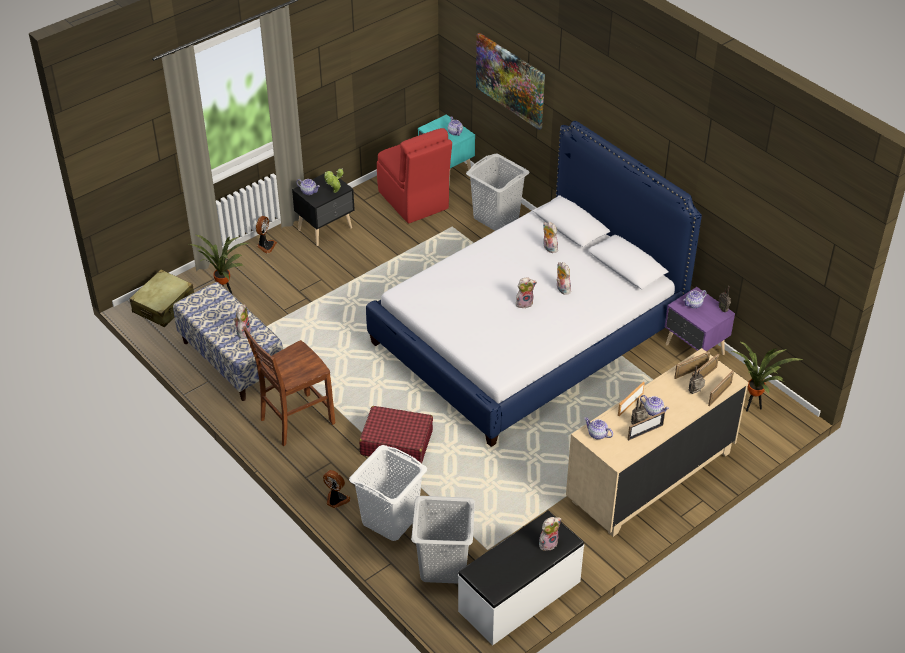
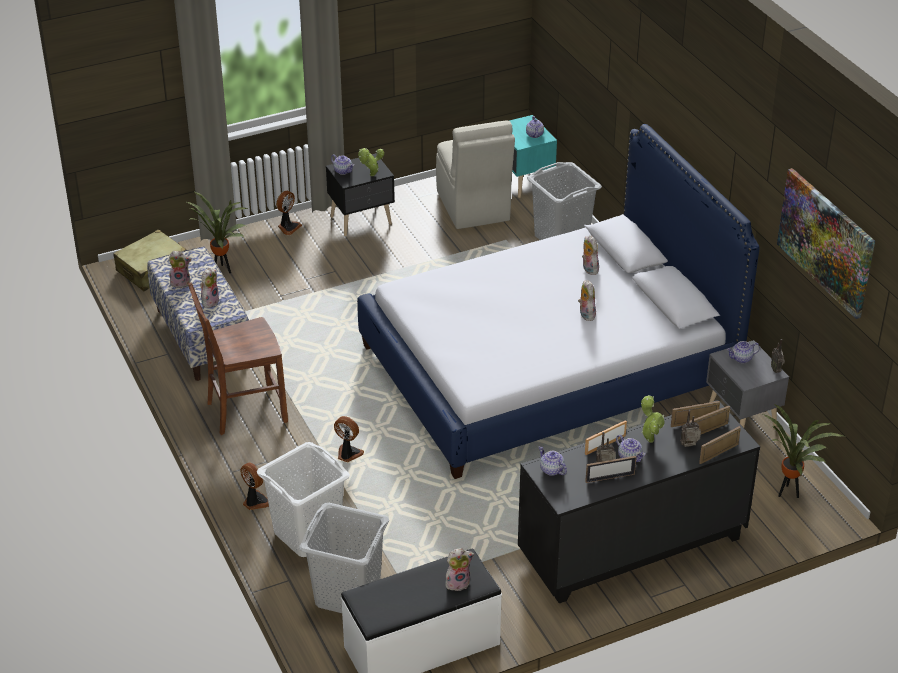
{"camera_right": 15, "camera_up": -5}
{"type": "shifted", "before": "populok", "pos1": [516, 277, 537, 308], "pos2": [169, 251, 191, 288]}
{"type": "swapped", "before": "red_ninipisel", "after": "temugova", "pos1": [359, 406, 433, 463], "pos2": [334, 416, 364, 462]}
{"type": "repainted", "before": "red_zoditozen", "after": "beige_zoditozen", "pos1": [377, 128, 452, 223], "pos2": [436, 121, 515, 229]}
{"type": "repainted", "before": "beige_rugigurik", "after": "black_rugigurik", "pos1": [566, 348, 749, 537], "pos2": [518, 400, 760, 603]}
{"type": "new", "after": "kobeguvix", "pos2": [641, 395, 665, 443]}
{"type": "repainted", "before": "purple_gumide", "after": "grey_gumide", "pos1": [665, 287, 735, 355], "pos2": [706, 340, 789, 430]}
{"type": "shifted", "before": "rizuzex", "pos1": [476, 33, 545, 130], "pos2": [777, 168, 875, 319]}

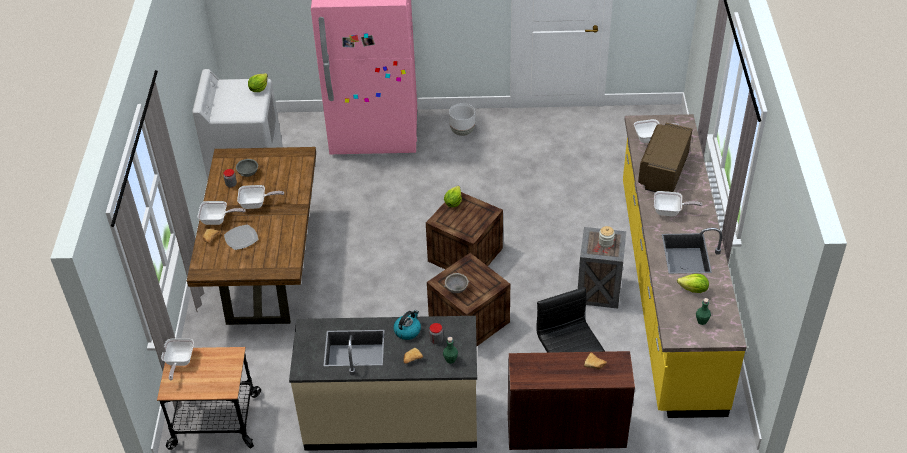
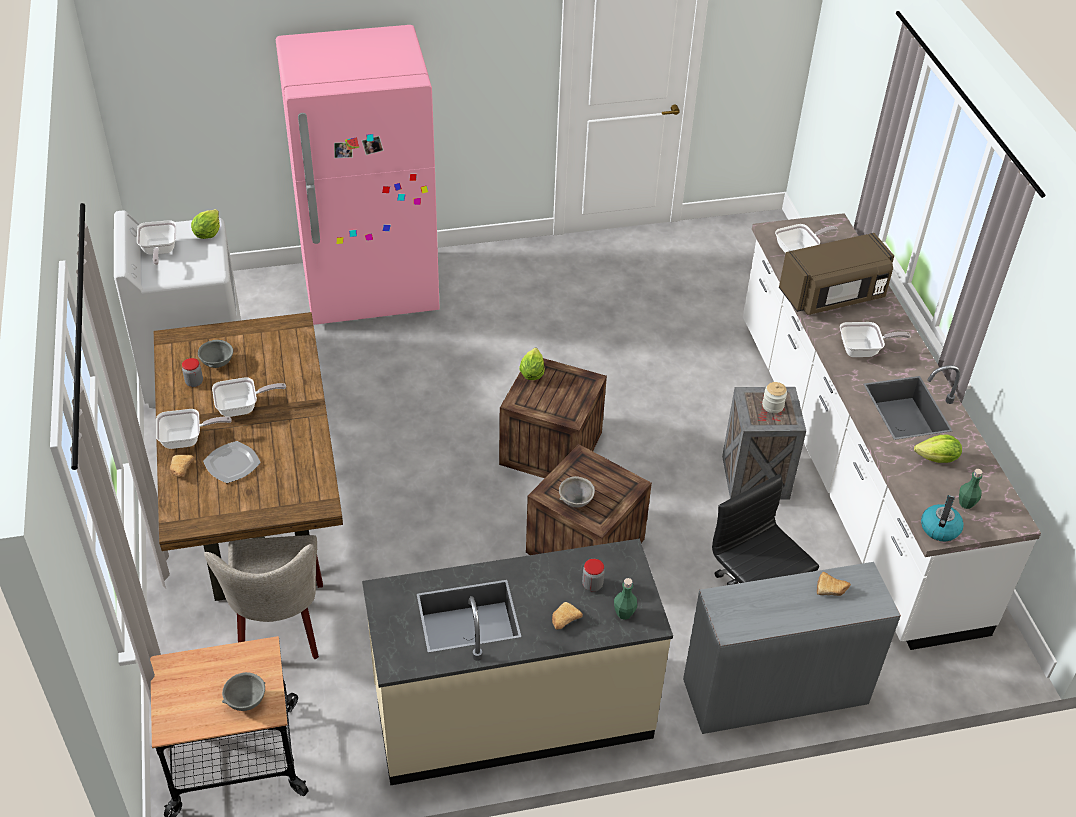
{"camera_right": -15, "camera_up": 0}
{"type": "shifted", "before": "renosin", "pos1": [161, 338, 194, 380], "pos2": [137, 220, 176, 265]}
{"type": "new", "after": "beige_zoditozen", "pos2": [204, 535, 323, 659]}
{"type": "new", "after": "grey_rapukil", "pos2": [222, 672, 265, 711]}
{"type": "repainted", "before": "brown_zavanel", "after": "grey_zavanel", "pos1": [508, 351, 635, 450], "pos2": [683, 562, 901, 734]}
{"type": "repainted", "before": "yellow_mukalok", "after": "white_mukalok", "pos1": [623, 114, 747, 418], "pos2": [743, 213, 1041, 650]}
{"type": "rotated", "before": "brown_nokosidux", "pos1": [638, 123, 692, 192], "pos2": [779, 233, 894, 315], "turn": -120}
{"type": "shifted", "before": "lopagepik", "pos1": [393, 310, 421, 340], "pos2": [921, 495, 964, 541]}
{"type": "gone", "before": "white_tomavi", "pos1": [449, 103, 475, 136]}

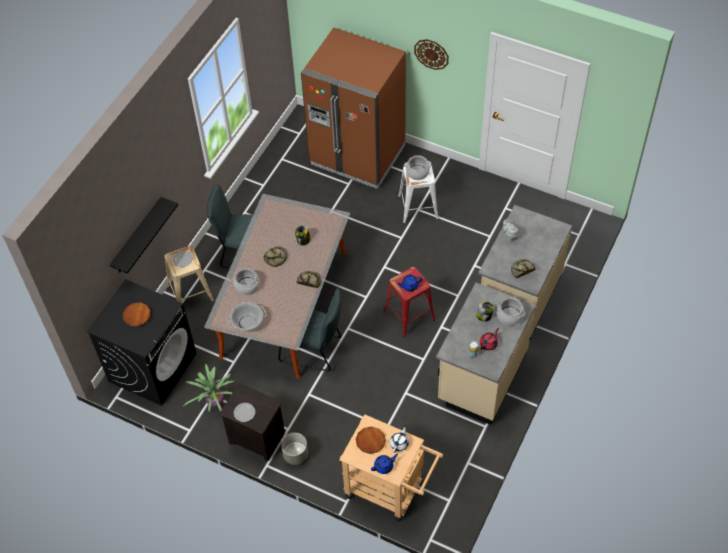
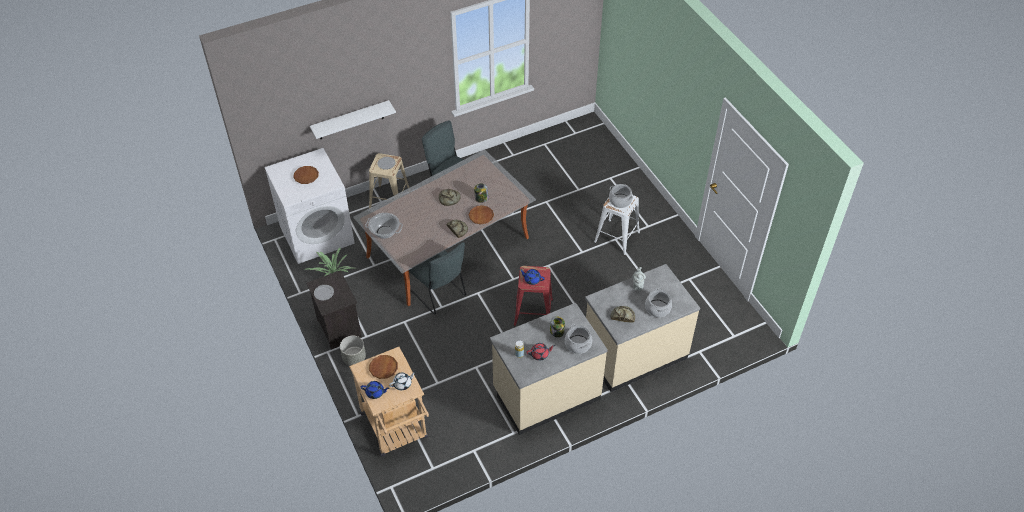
{"camera_right": 35, "camera_up": -5}
{"type": "repainted", "before": "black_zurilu", "after": "white_zurilu", "pos1": [87, 279, 197, 406], "pos2": [264, 148, 355, 264]}
{"type": "repainted", "before": "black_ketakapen", "after": "white_ketakapen", "pos1": [110, 197, 178, 274], "pos2": [310, 100, 396, 139]}
{"type": "new", "after": "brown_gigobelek", "pos2": [469, 205, 494, 224]}
{"type": "shifted", "before": "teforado", "pos1": [234, 268, 260, 295], "pos2": [645, 288, 672, 317]}
{"type": "gone", "before": "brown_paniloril", "pos1": [301, 28, 406, 189]}
{"type": "gone", "before": "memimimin", "pos1": [414, 39, 449, 70]}

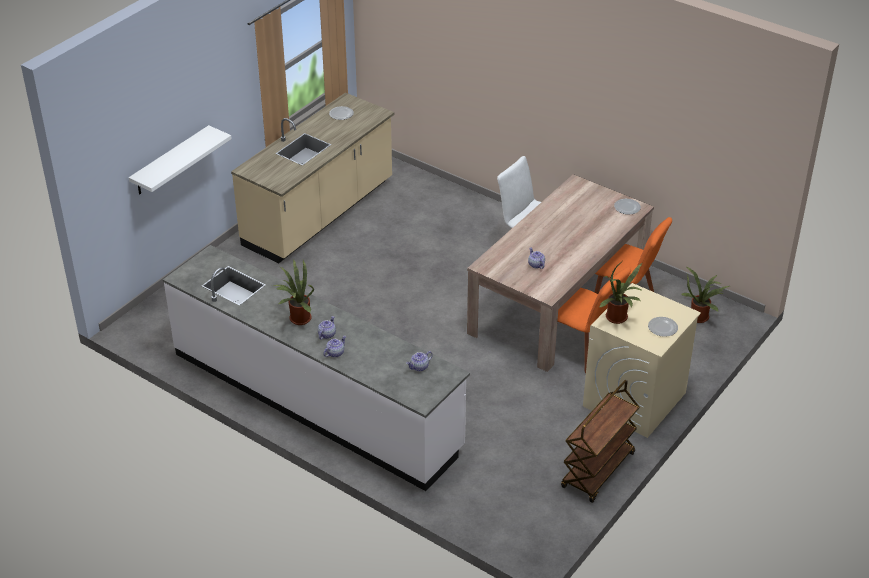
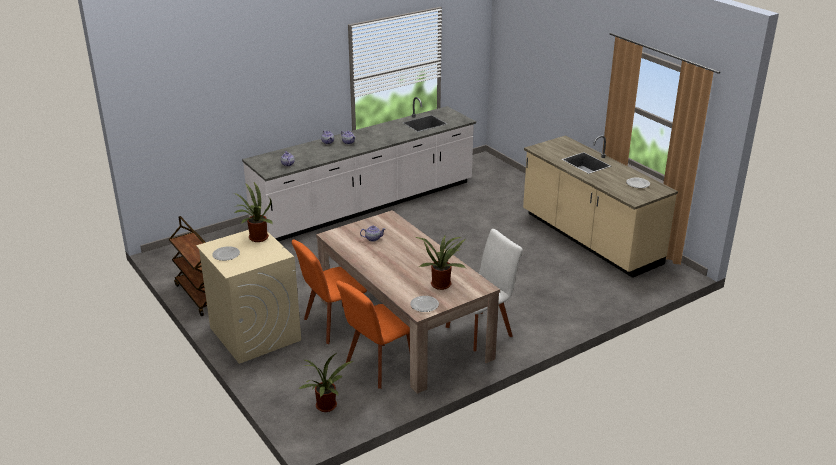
{"camera_right": 110, "camera_up": -10}
{"type": "shifted", "before": "kobeguvix", "pos1": [272, 259, 314, 325], "pos2": [415, 236, 466, 290]}
{"type": "gone", "before": "white_ketakapen", "pos1": [129, 125, 232, 194]}

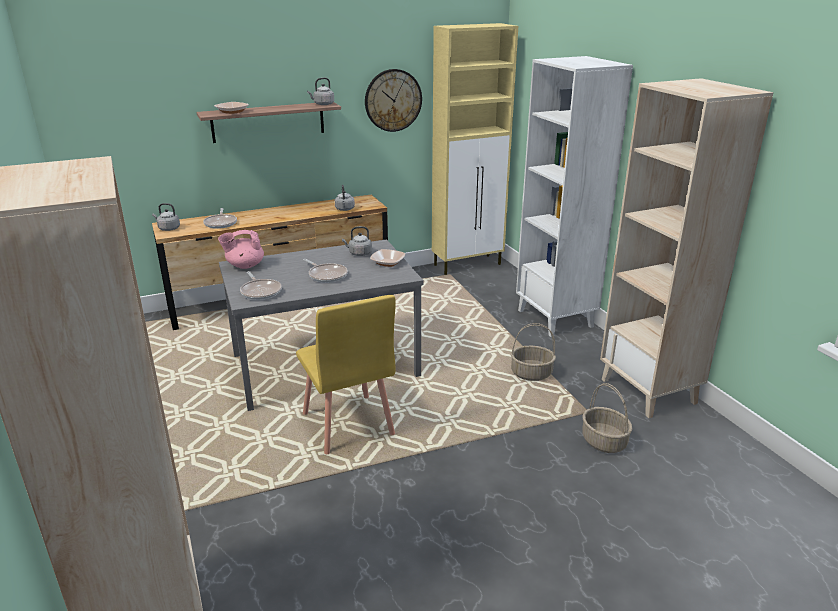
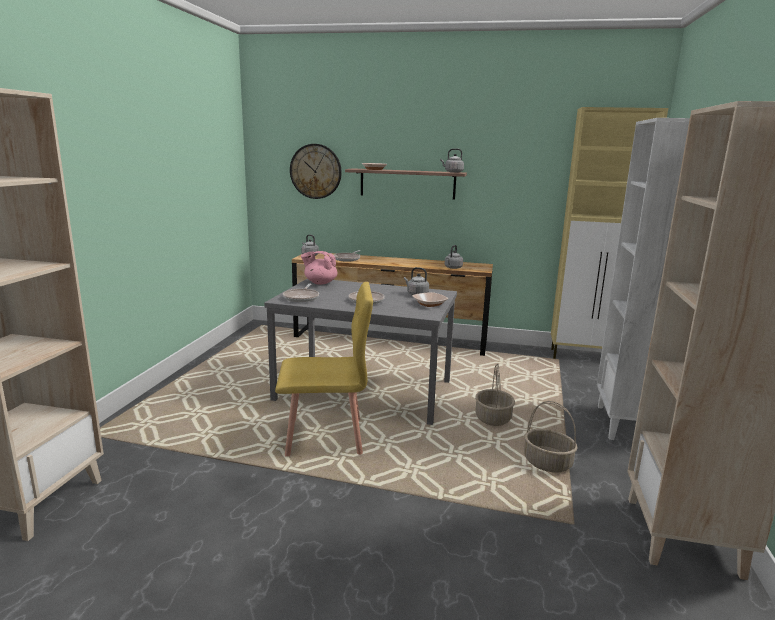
{"camera_right": 35, "camera_up": -10}
{"type": "rotated", "before": "yellow_zoditozen", "pos1": [296, 295, 396, 454], "pos2": [275, 282, 373, 457], "turn": -105}
{"type": "shifted", "before": "memimimin", "pos1": [365, 69, 422, 132], "pos2": [290, 144, 342, 199]}
{"type": "shifted", "before": "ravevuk", "pos1": [582, 383, 632, 453], "pos2": [475, 363, 515, 426]}

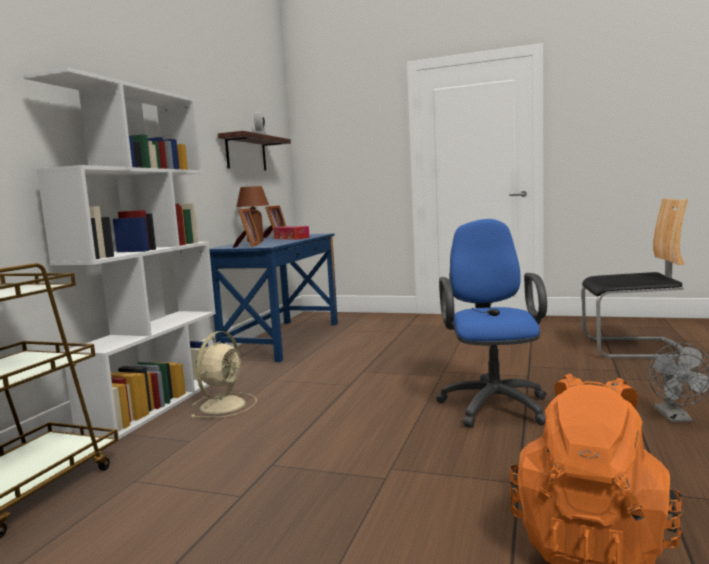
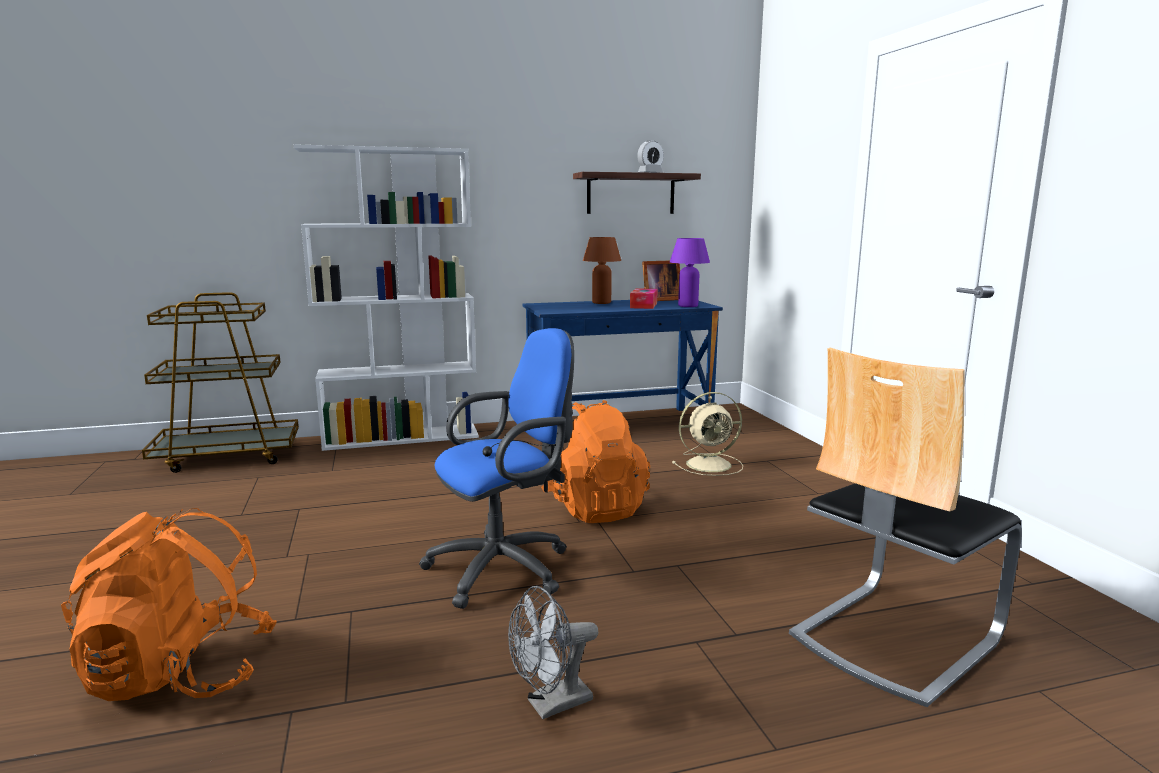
{"camera_right": 55, "camera_up": 5}
{"type": "new", "after": "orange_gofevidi", "pos2": [541, 400, 650, 523]}
{"type": "new", "after": "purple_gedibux", "pos2": [670, 238, 710, 307]}
{"type": "shifted", "before": "beige_temugova", "pos1": [190, 331, 257, 418], "pos2": [672, 392, 743, 476]}
{"type": "rotated", "before": "zoditozen", "pos1": [582, 198, 688, 358], "pos2": [789, 347, 1022, 707], "turn": 75}
{"type": "gone", "before": "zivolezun", "pos1": [233, 208, 261, 248]}

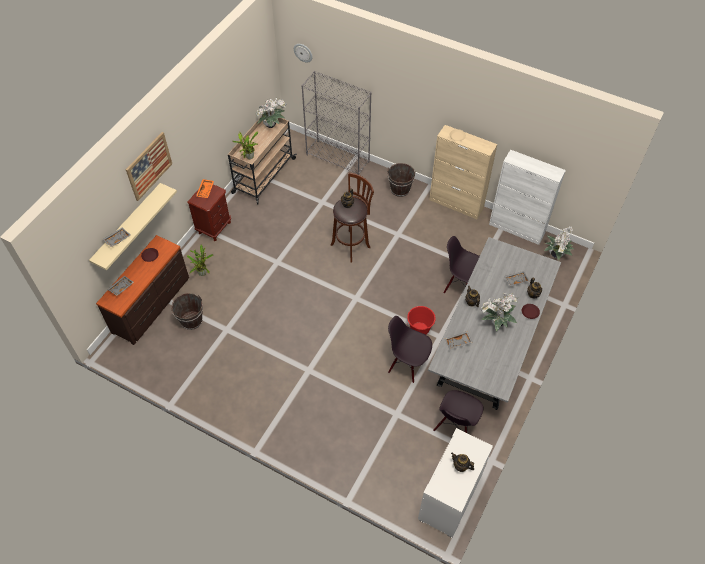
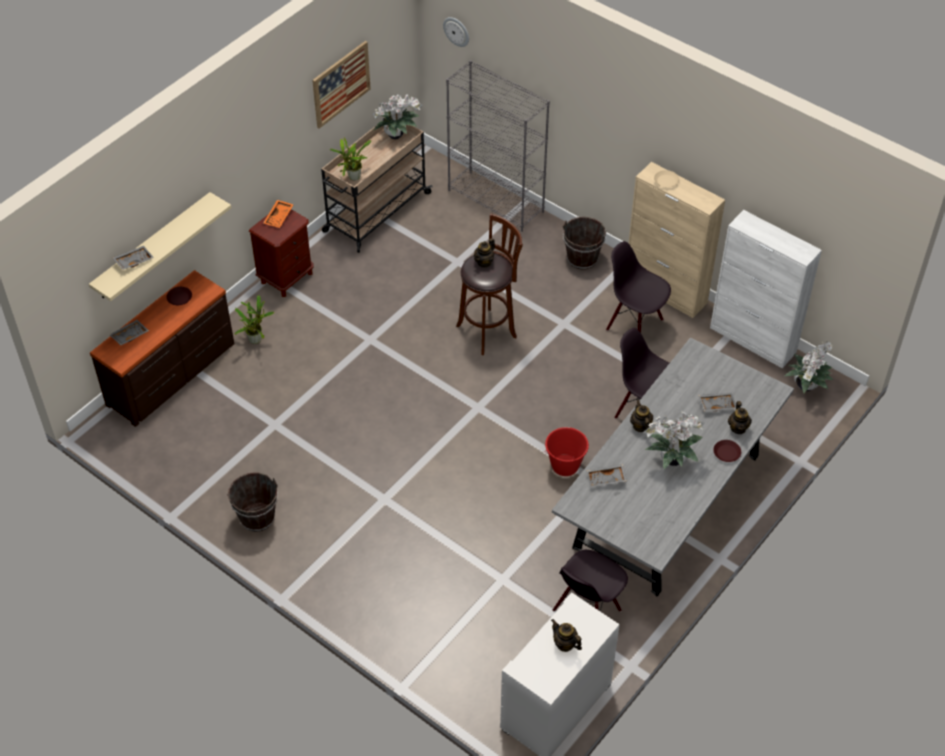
{"camera_right": 10, "camera_up": -5}
{"type": "shifted", "before": "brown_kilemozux", "pos1": [171, 293, 203, 330], "pos2": [227, 472, 278, 532]}
{"type": "shifted", "before": "rizuzex", "pos1": [126, 132, 172, 201], "pos2": [312, 41, 371, 129]}
{"type": "shifted", "before": "black_zoditozen", "pos1": [388, 316, 432, 383], "pos2": [606, 241, 671, 333]}

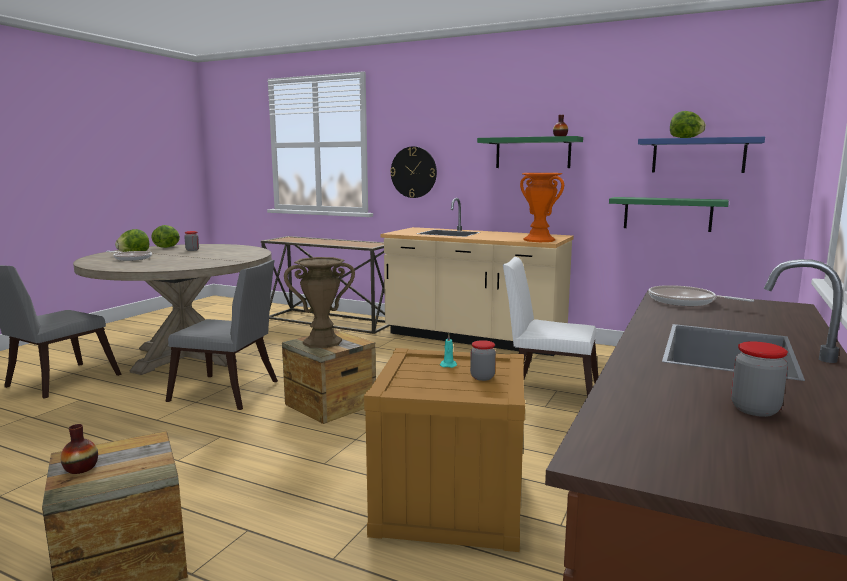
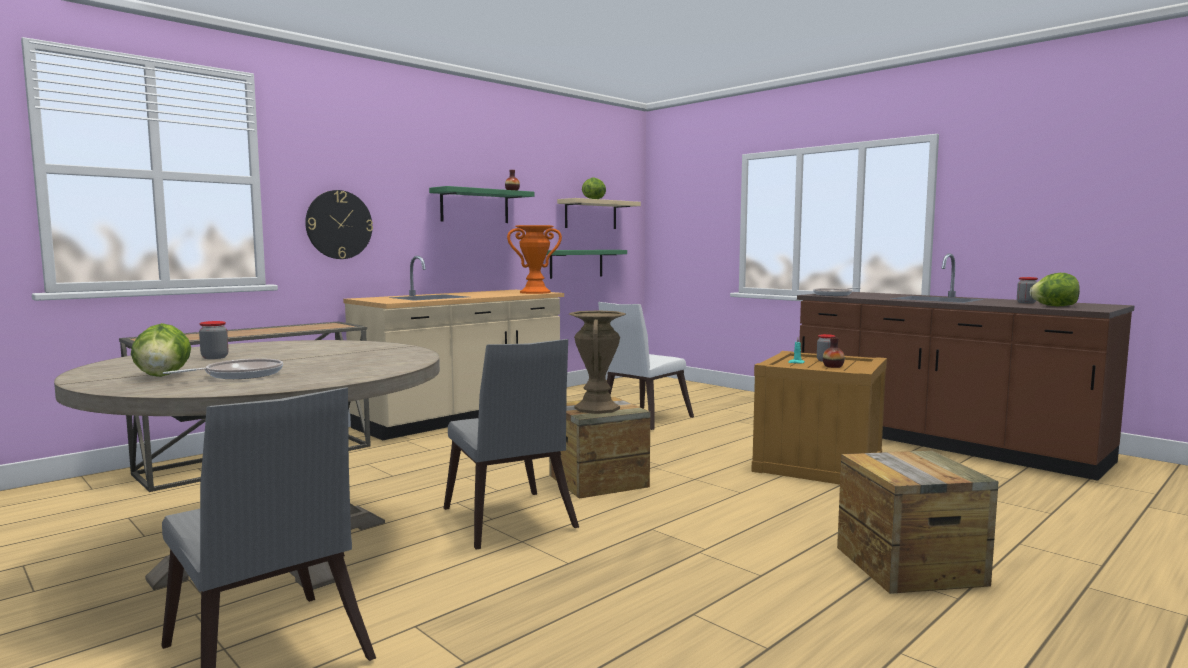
{"camera_right": -70, "camera_up": -5}
{"type": "rotated", "before": "grey_zoditozen", "pos1": [166, 260, 278, 410], "pos2": [444, 339, 579, 550], "turn": 120}
{"type": "repainted", "before": "blue_ketakapen", "after": "beige_ketakapen", "pos1": [638, 137, 765, 173], "pos2": [557, 198, 641, 229]}
{"type": "shifted", "before": "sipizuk", "pos1": [60, 424, 98, 474], "pos2": [823, 337, 845, 368]}
{"type": "shifted", "before": "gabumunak", "pos1": [151, 225, 180, 248], "pos2": [1030, 273, 1080, 306]}

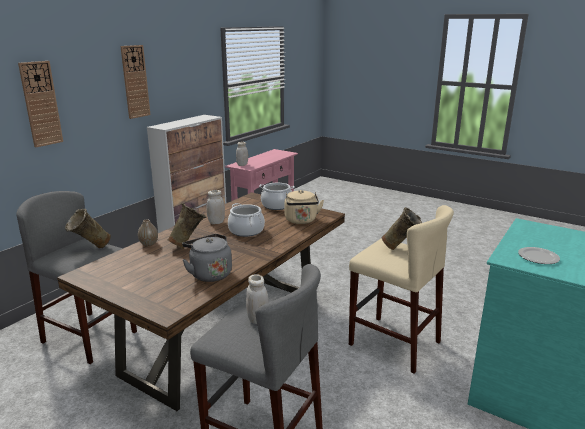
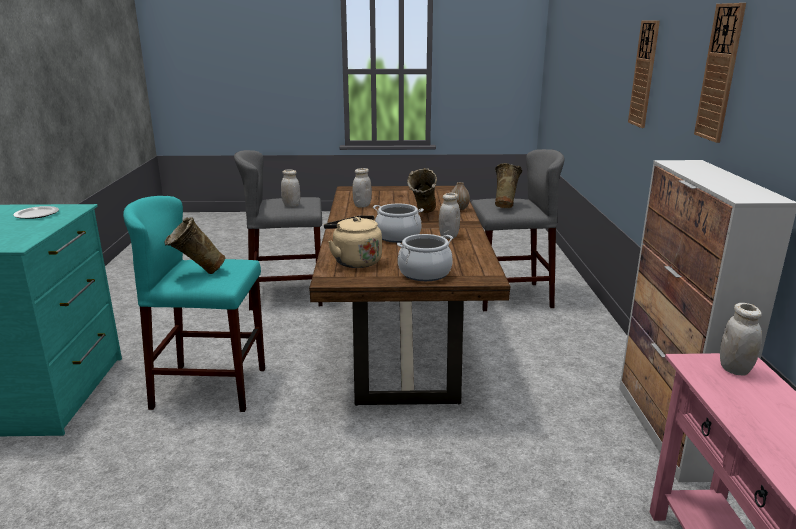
{"camera_right": 145, "camera_up": 0}
{"type": "repainted", "before": "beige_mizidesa", "after": "turquoise_mizidesa", "pos1": [349, 205, 454, 374], "pos2": [123, 196, 265, 412]}
{"type": "swapped", "before": "grey_lopagepik", "after": "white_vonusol", "pos1": [182, 234, 232, 282], "pos2": [352, 168, 372, 208]}

